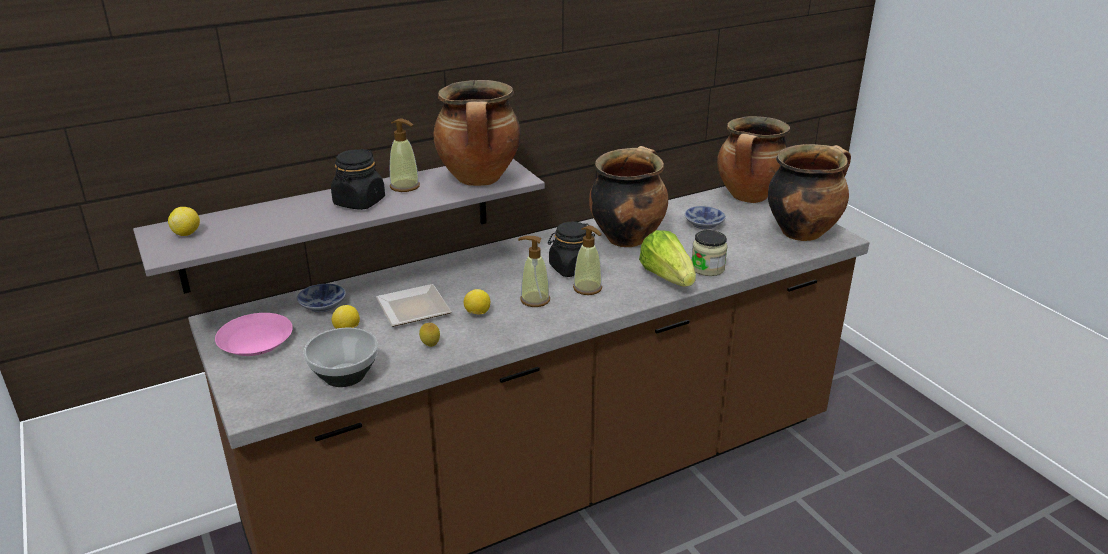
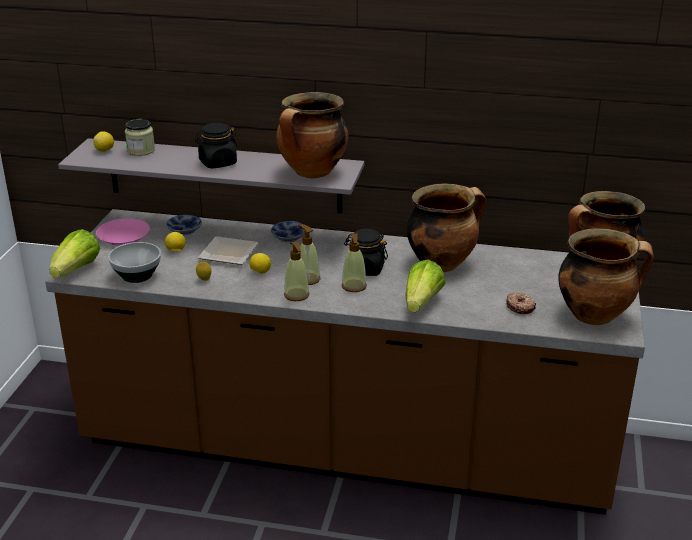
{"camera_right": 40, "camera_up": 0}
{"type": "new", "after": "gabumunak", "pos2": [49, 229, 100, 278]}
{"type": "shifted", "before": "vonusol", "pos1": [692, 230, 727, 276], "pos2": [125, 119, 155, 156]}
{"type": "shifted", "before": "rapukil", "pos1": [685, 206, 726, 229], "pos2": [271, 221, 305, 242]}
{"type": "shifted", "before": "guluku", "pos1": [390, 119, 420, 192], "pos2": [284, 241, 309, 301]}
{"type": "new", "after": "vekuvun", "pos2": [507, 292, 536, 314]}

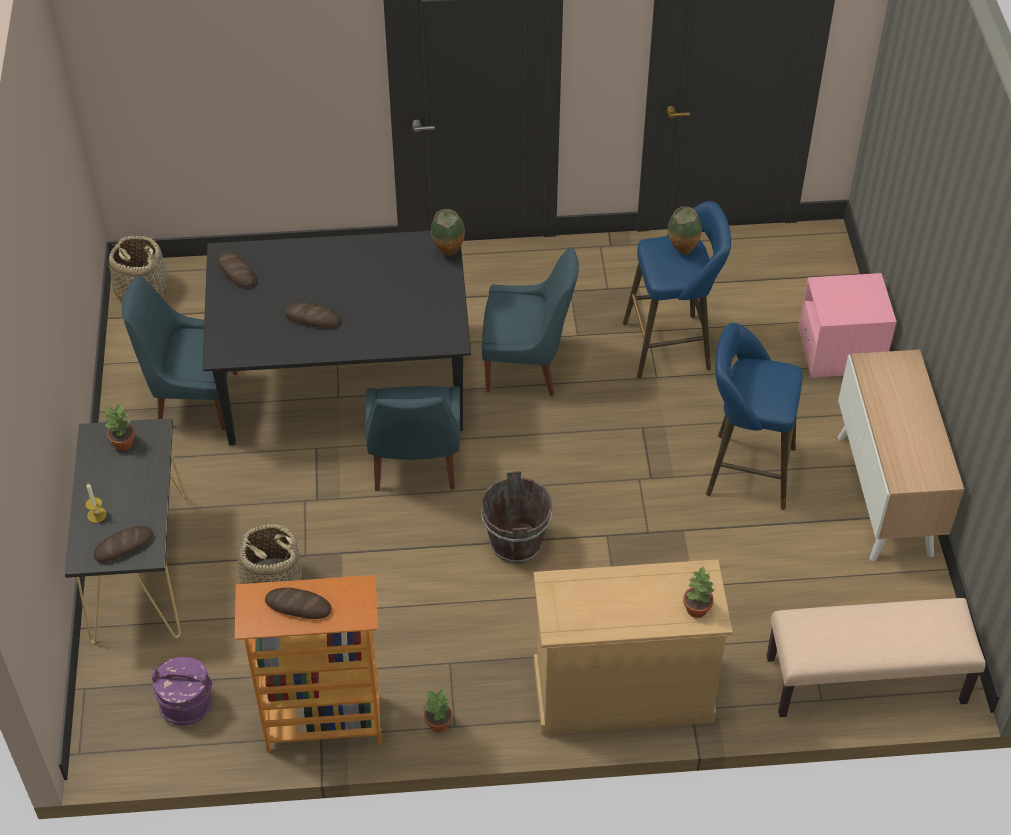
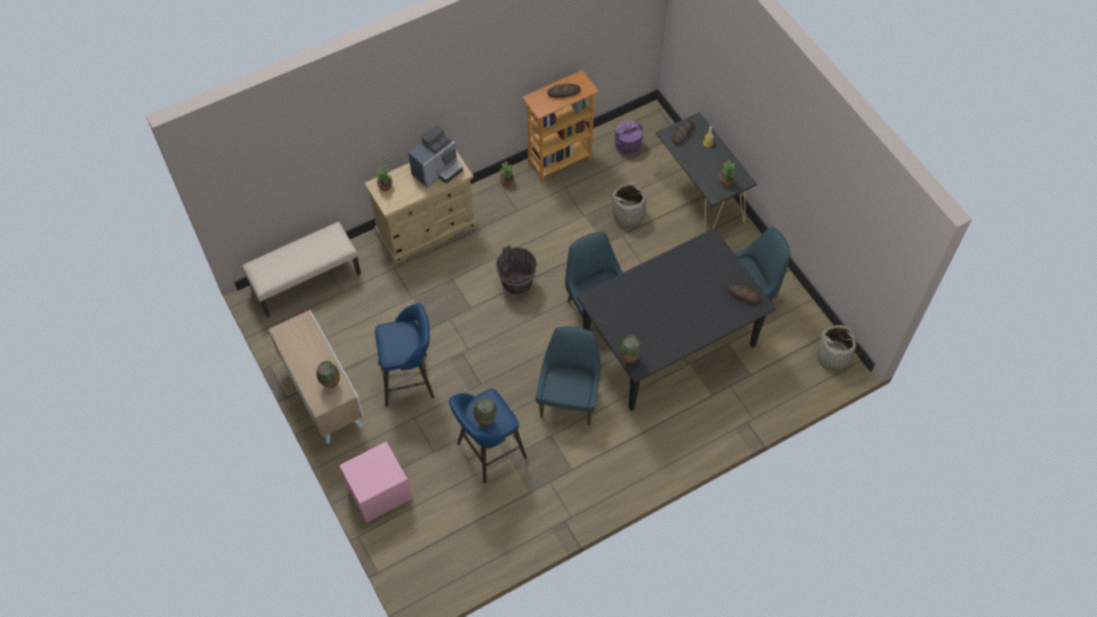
{"camera_right": 155, "camera_up": 10}
{"type": "new", "after": "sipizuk", "pos2": [316, 361, 340, 388]}
{"type": "new", "after": "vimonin", "pos2": [408, 125, 463, 188]}
{"type": "rotated", "before": "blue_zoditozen", "pos1": [482, 247, 579, 397], "pos2": [536, 326, 601, 425], "turn": 120}
{"type": "gone", "before": "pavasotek", "pos1": [285, 303, 340, 328]}

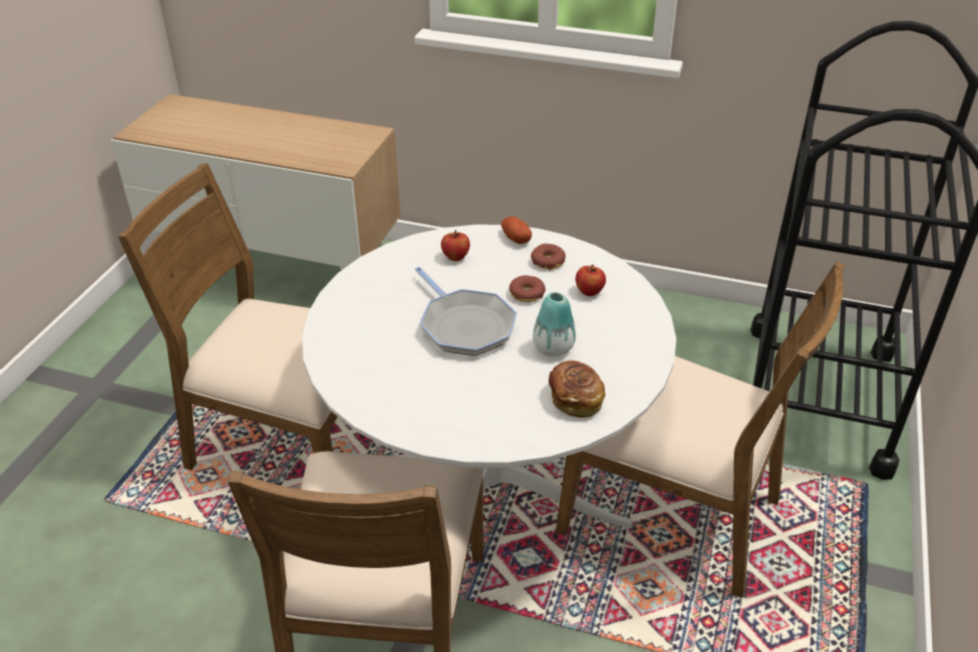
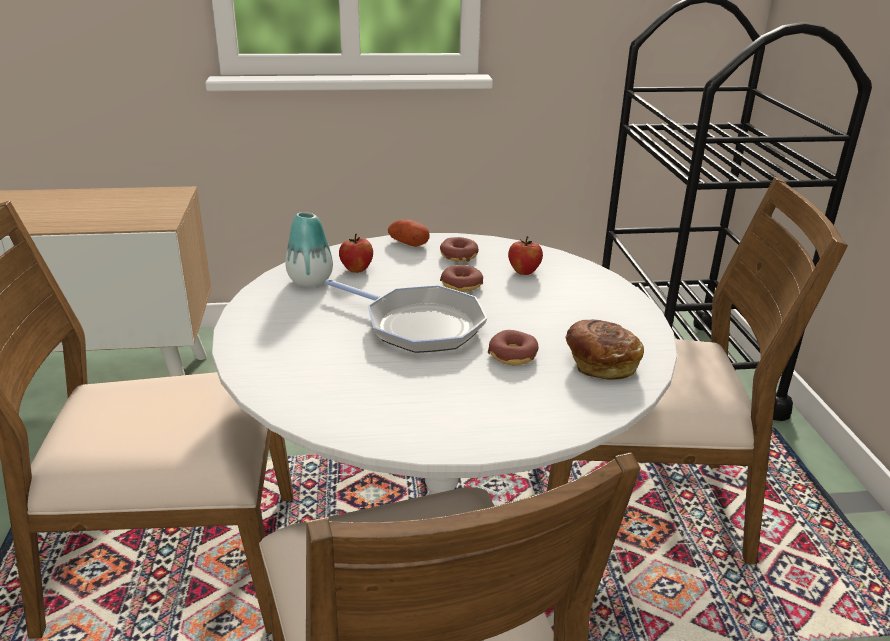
{"camera_right": -25, "camera_up": -10}
{"type": "shifted", "before": "sipizuk", "pos1": [533, 292, 576, 357], "pos2": [285, 212, 333, 286]}
{"type": "new", "after": "vekuvun", "pos2": [488, 330, 538, 365]}

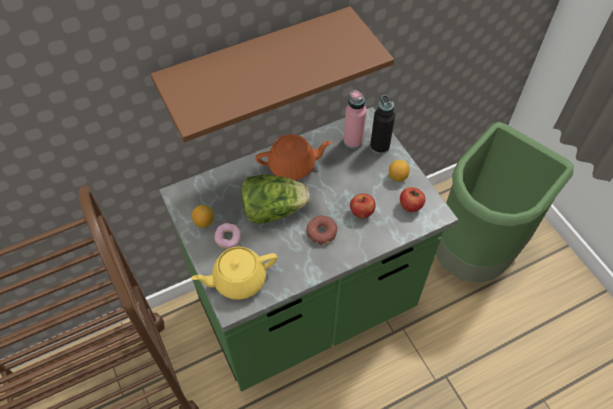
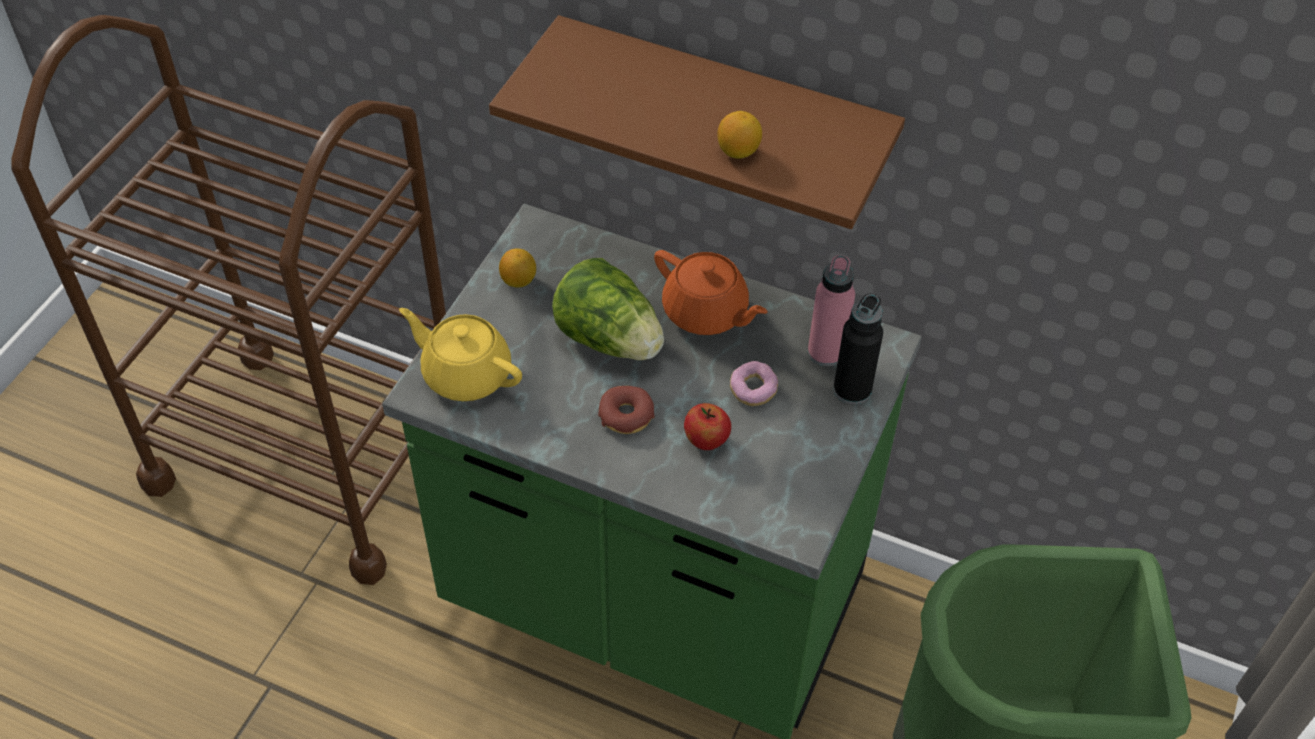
{"camera_right": 50, "camera_up": -5}
{"type": "shifted", "before": "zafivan", "pos1": [389, 160, 410, 182], "pos2": [717, 111, 762, 159]}
{"type": "shifted", "before": "vekuvun", "pos1": [214, 223, 241, 249], "pos2": [730, 361, 778, 406]}
{"type": "gone", "before": "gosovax", "pos1": [400, 187, 425, 212]}

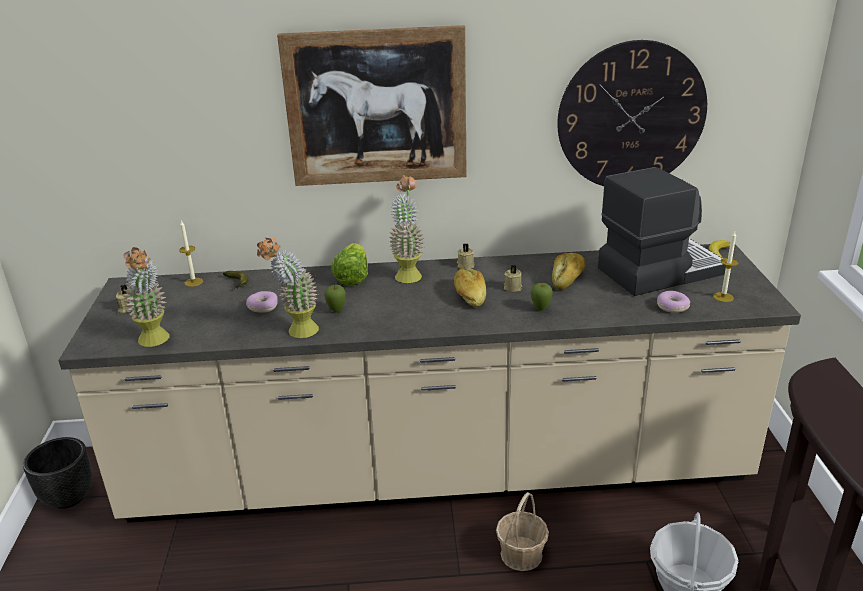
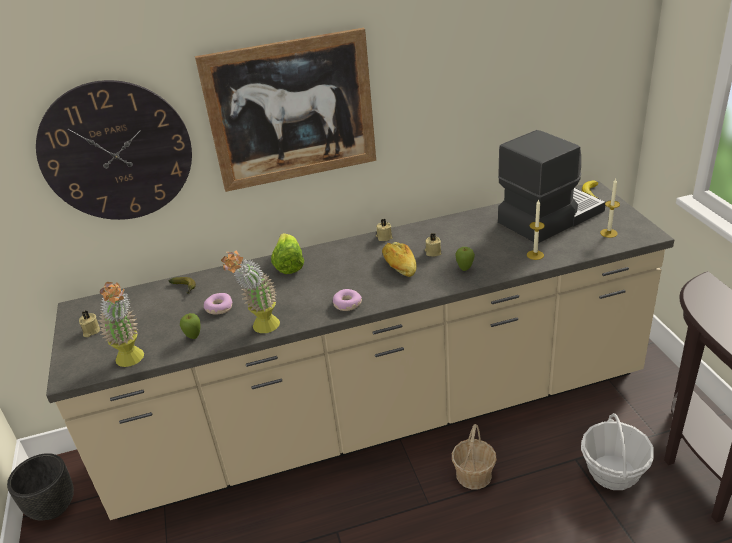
{"camera_right": -10, "camera_up": 5}
{"type": "shifted", "before": "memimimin", "pos1": [557, 40, 707, 186], "pos2": [36, 80, 192, 220]}
{"type": "shifted", "before": "gosovax", "pos1": [324, 285, 346, 313], "pos2": [180, 313, 201, 339]}
{"type": "shifted", "before": "vekuvun", "pos1": [657, 291, 690, 313], "pos2": [333, 289, 362, 311]}
{"type": "shifted", "before": "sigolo", "pos1": [179, 220, 203, 287], "pos2": [527, 200, 545, 260]}
{"type": "gone", "before": "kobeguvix", "pos1": [389, 175, 425, 283]}
{"type": "gone", "before": "pavasotek", "pos1": [552, 253, 585, 290]}

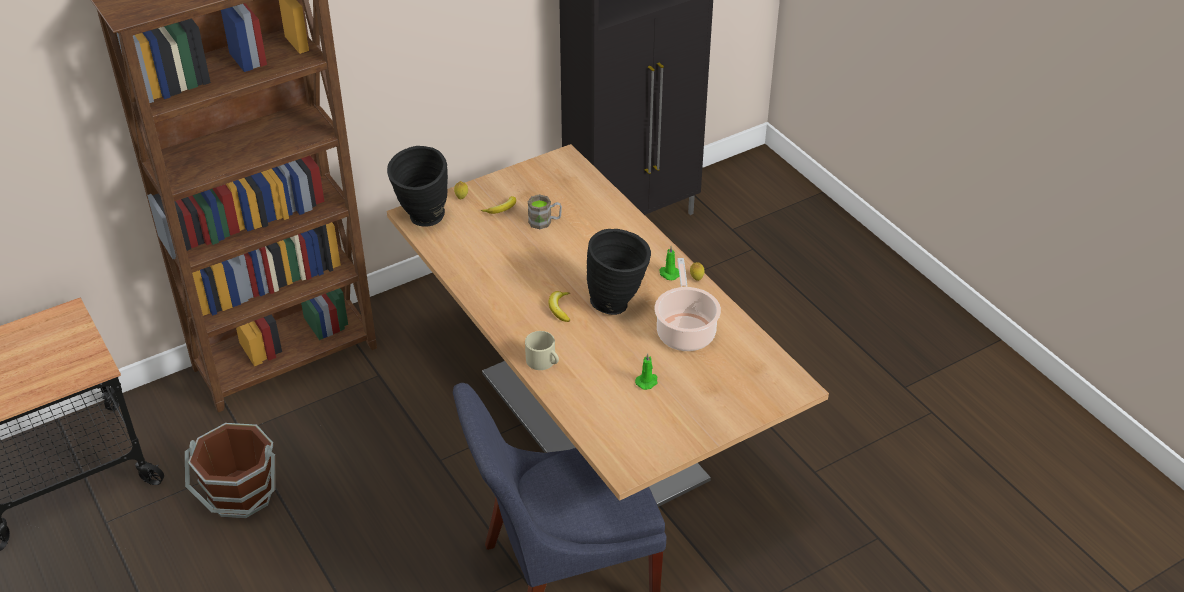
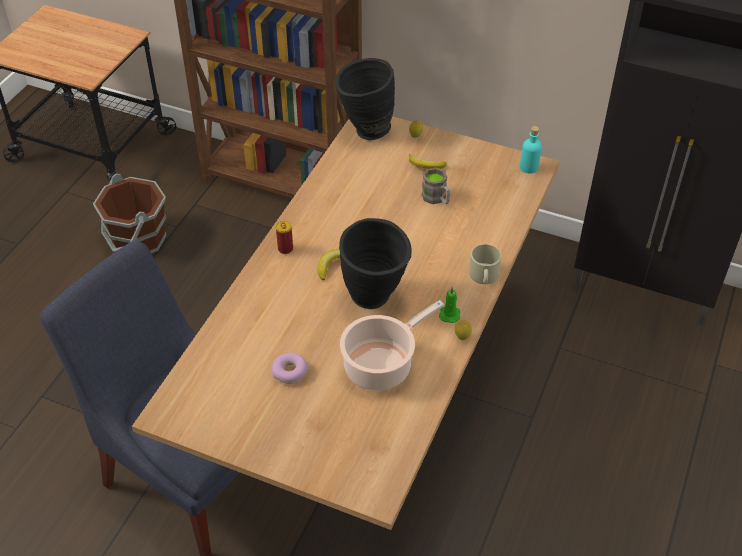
{"camera_right": 55, "camera_up": 5}
{"type": "swapped", "before": "green_sigolo", "after": "vekuvun", "pos1": [635, 353, 658, 390], "pos2": [272, 353, 308, 384]}
{"type": "new", "after": "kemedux", "pos2": [276, 221, 293, 254]}
{"type": "shifted", "before": "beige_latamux", "pos1": [525, 331, 559, 370], "pos2": [469, 244, 501, 284]}
{"type": "new", "after": "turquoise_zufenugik", "pos2": [520, 126, 542, 174]}

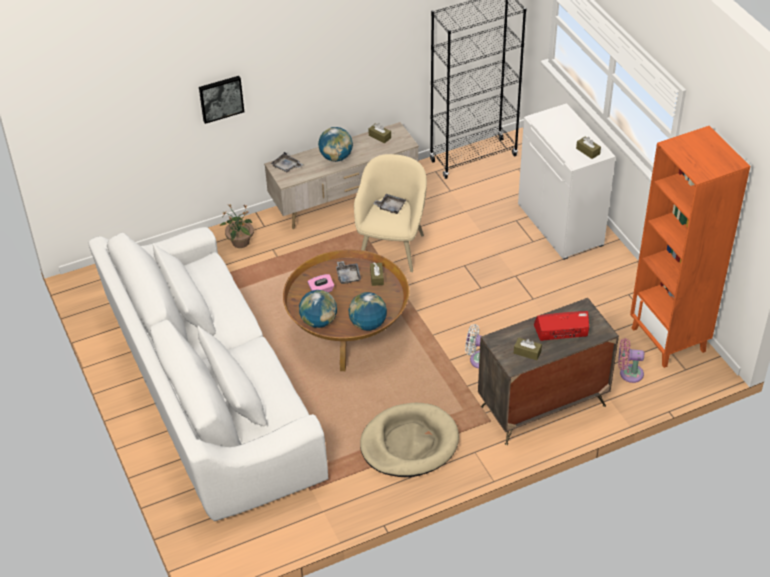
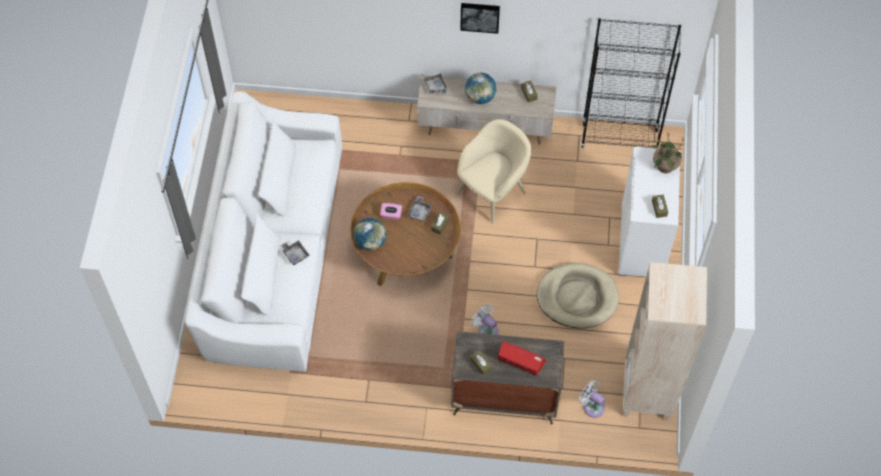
{"camera_right": 30, "camera_up": 15}
{"type": "shifted", "before": "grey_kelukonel", "pos1": [373, 194, 406, 214], "pos2": [281, 240, 310, 265]}
{"type": "shifted", "before": "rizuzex", "pos1": [199, 76, 244, 124], "pos2": [460, 3, 500, 34]}
{"type": "shifted", "before": "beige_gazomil", "pos1": [360, 403, 459, 477], "pos2": [536, 263, 619, 329]}
{"type": "repainted", "before": "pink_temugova", "after": "white_temugova", "pos1": [618, 338, 644, 383], "pos2": [579, 380, 605, 418]}
{"type": "repainted", "before": "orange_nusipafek", "after": "beige_nusipafek", "pos1": [630, 126, 750, 368], "pos2": [623, 262, 707, 421]}
{"type": "shifted", "before": "kobeguvix", "pos1": [220, 204, 254, 248], "pos2": [652, 133, 683, 173]}
{"type": "gone", "before": "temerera", "pos1": [348, 292, 387, 331]}

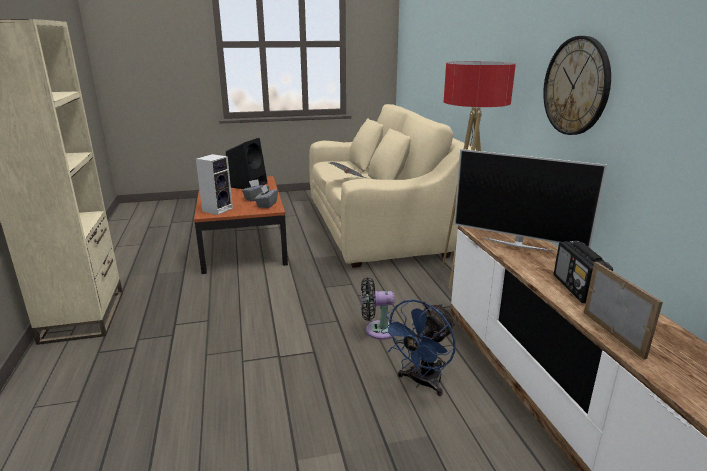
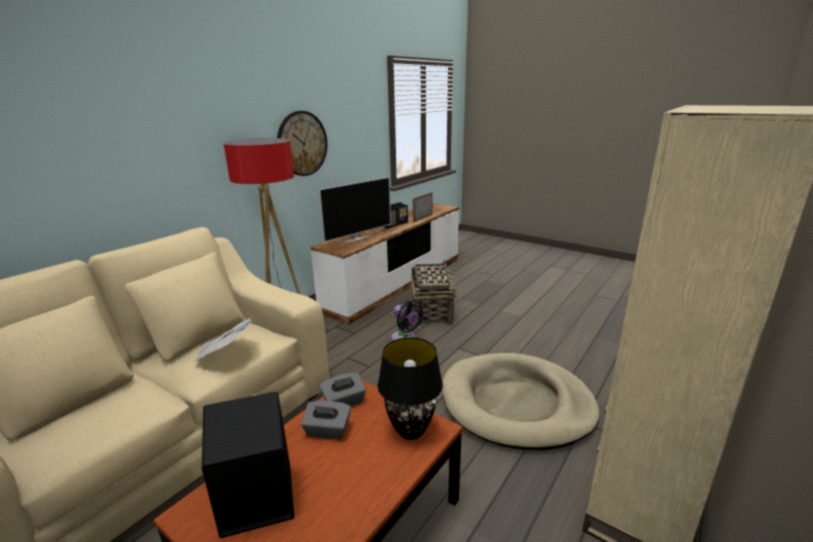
{"camera_right": -130, "camera_up": 0}
{"type": "rotated", "before": "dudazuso", "pos1": [454, 149, 607, 252], "pos2": [319, 177, 391, 244], "turn": 60}
{"type": "swapped", "before": "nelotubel", "after": "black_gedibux", "pos1": [196, 154, 233, 215], "pos2": [377, 337, 443, 440]}
{"type": "swapped", "before": "blue_temugova", "after": "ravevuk", "pos1": [381, 299, 455, 396], "pos2": [411, 260, 456, 325]}
{"type": "new", "after": "beige_gazomil", "pos2": [442, 353, 599, 450]}

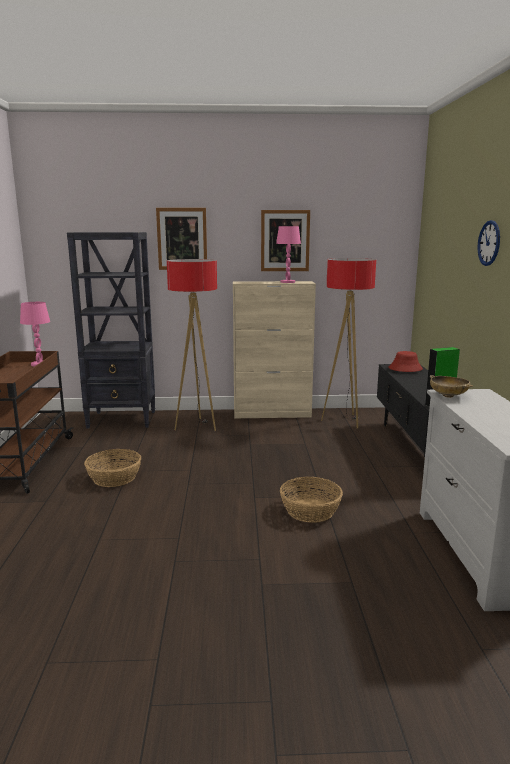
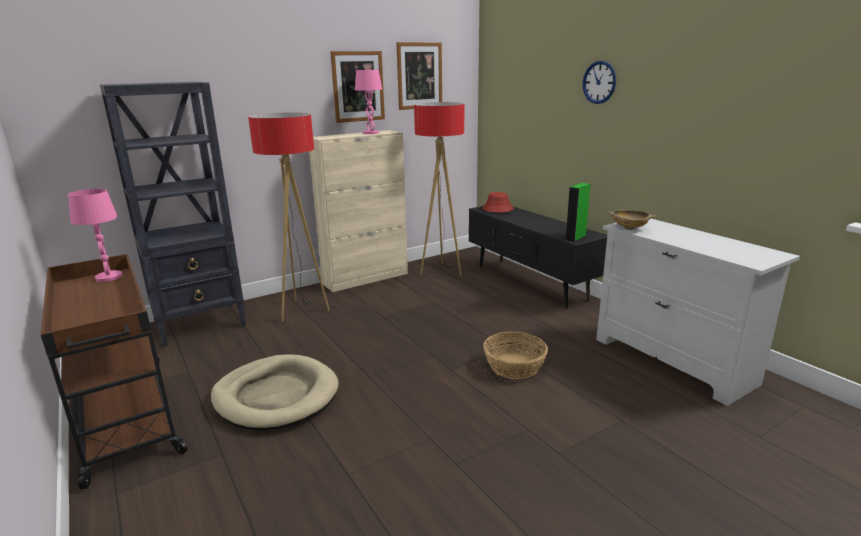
{"camera_right": -30, "camera_up": 5}
{"type": "swapped", "before": "ravevuk", "after": "beige_gazomil", "pos1": [84, 449, 141, 487], "pos2": [211, 354, 339, 430]}
{"type": "shifted", "before": "rizuzex", "pos1": [156, 208, 207, 270], "pos2": [396, 42, 442, 110]}

